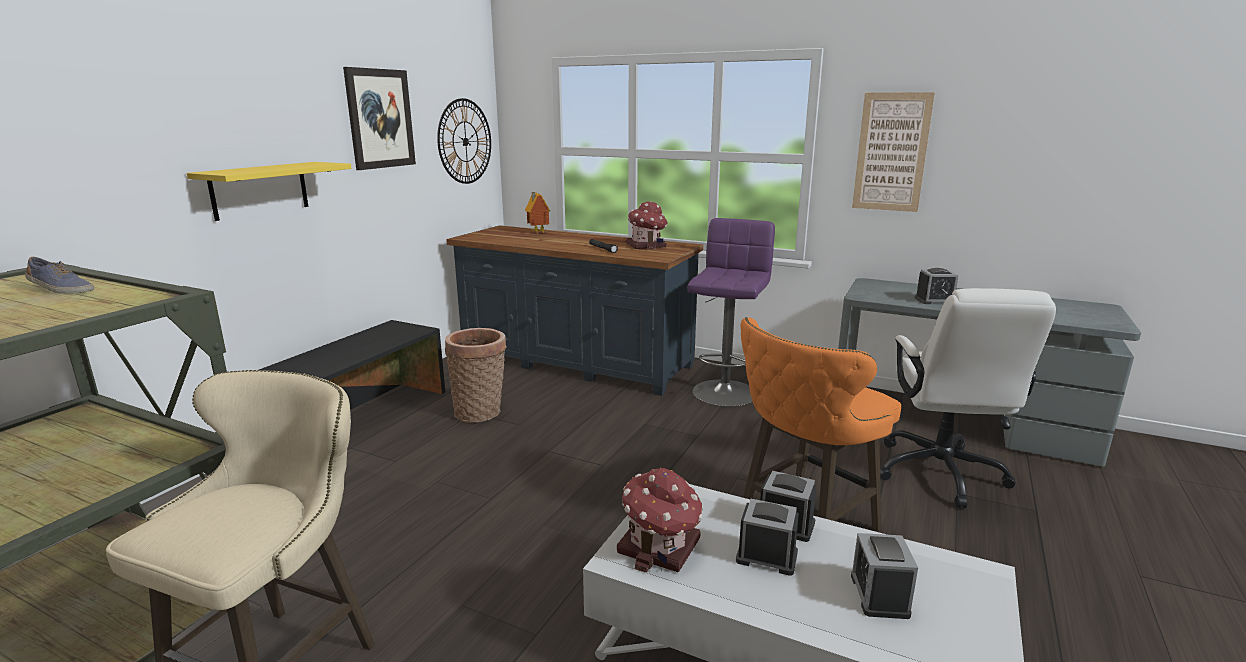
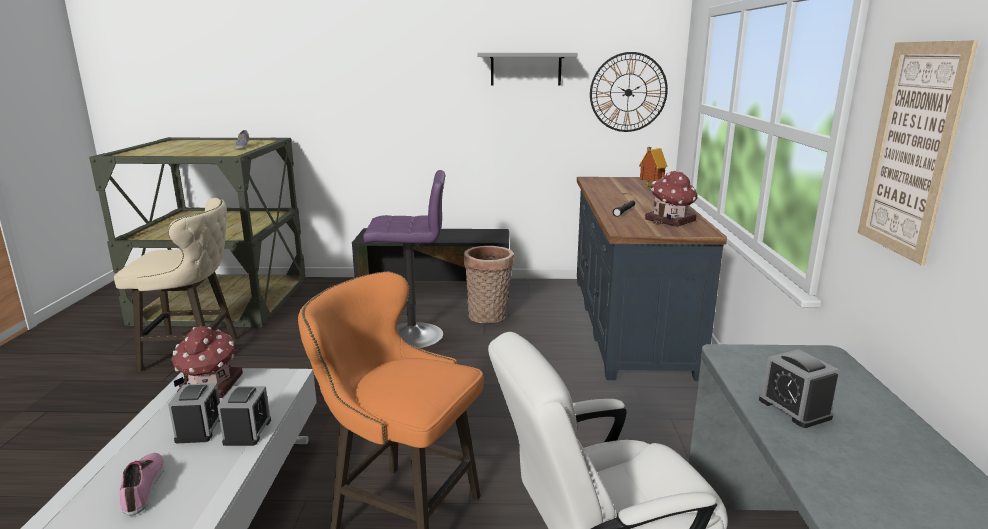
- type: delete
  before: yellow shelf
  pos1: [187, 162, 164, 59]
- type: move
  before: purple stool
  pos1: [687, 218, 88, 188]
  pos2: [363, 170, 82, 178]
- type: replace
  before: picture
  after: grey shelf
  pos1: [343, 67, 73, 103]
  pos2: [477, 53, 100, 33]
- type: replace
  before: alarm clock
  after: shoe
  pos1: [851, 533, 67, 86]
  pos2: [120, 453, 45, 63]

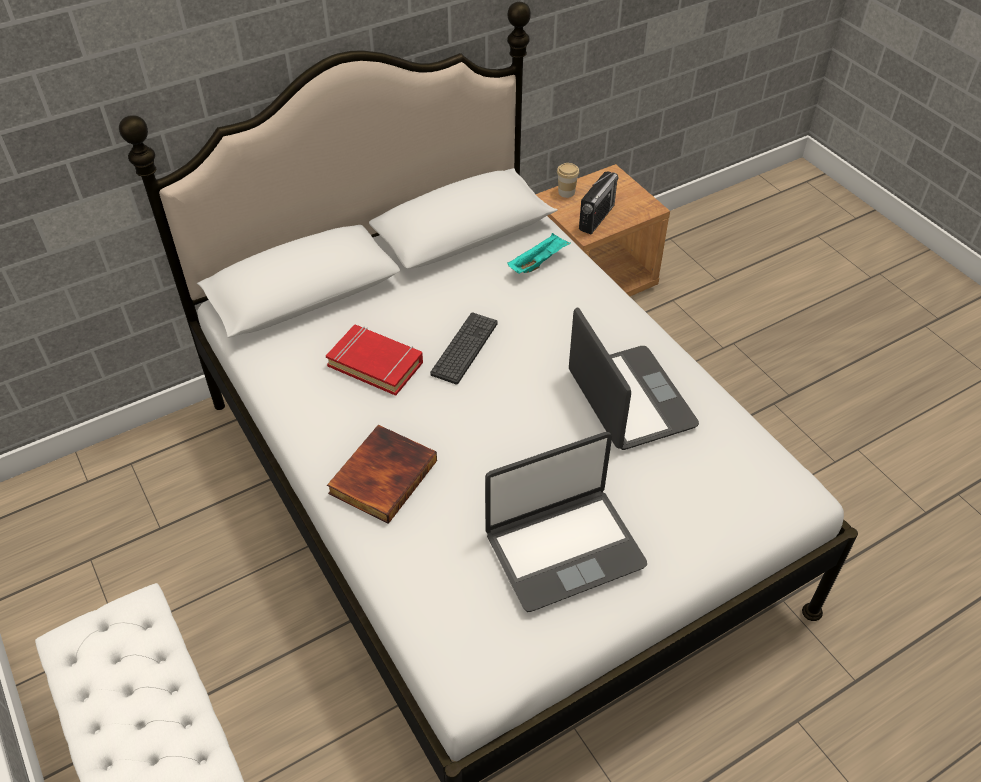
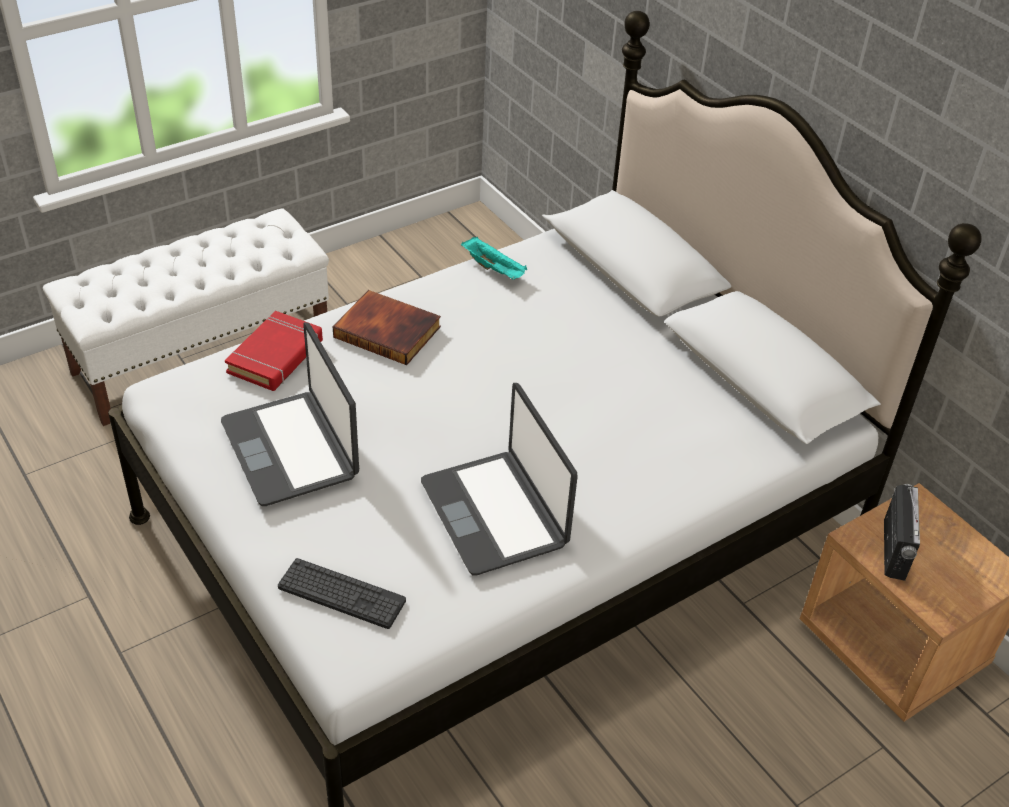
- type: delete
  before: cup
  pos1: [557, 163, 22, 35]
- type: move
  before: red book
  pos1: [326, 325, 97, 71]
  pos2: [225, 311, 98, 80]
- type: move
  before: keyboard
  pos1: [430, 312, 68, 73]
  pos2: [278, 558, 128, 71]
- type: move
  before: turquoise tray
  pos1: [507, 233, 64, 41]
  pos2: [461, 237, 66, 43]
- type: rotate
  before: laptop
  pos1: [569, 307, 130, 143]
  pos2: [421, 383, 157, 193]
  turn: 90
- type: rotate
  before: radio
  pos1: [579, 171, 40, 63]
  pos2: [884, 484, 36, 97]
  turn: -105

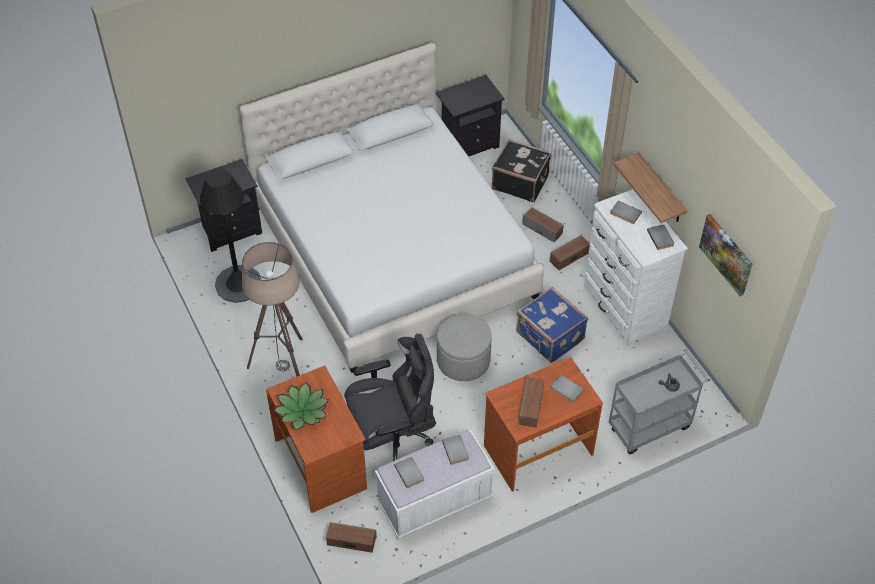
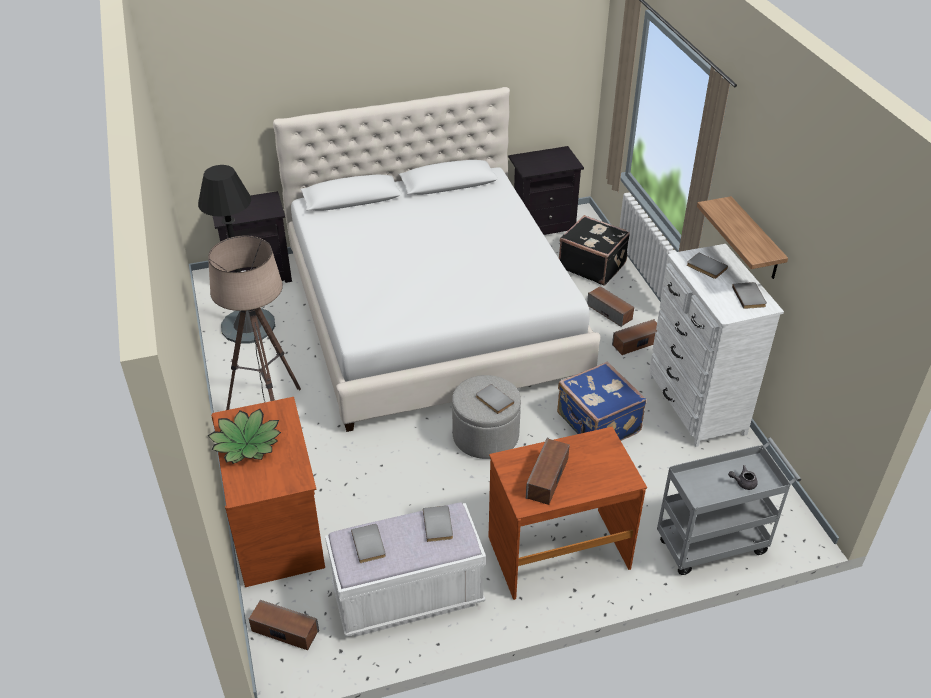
- type: delete
  before: black office chair
  pos1: [344, 333, 92, 128]
- type: delete
  before: picture
  pos1: [699, 214, 54, 82]
- type: move
  before: grey book
  pos1: [550, 375, 34, 28]
  pos2: [476, 384, 38, 30]

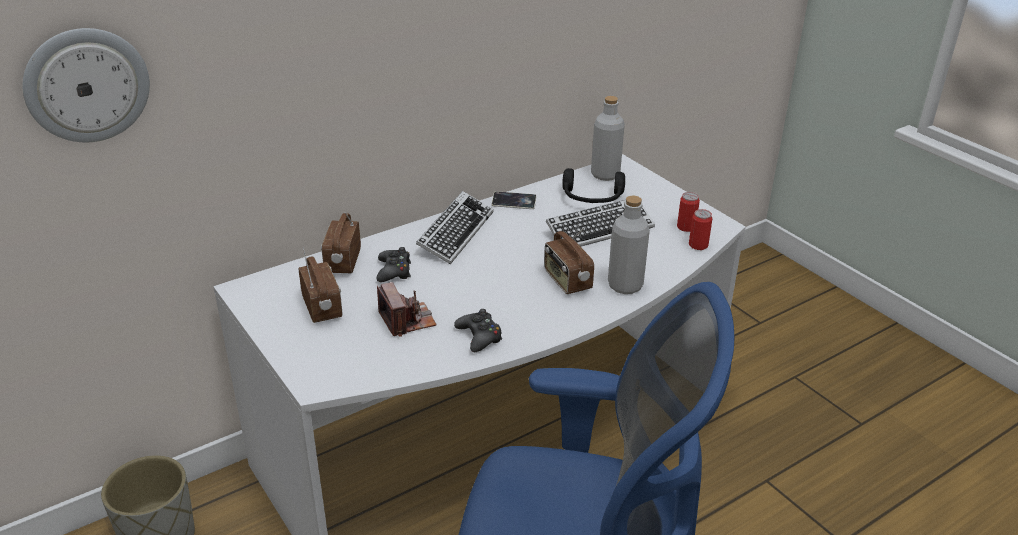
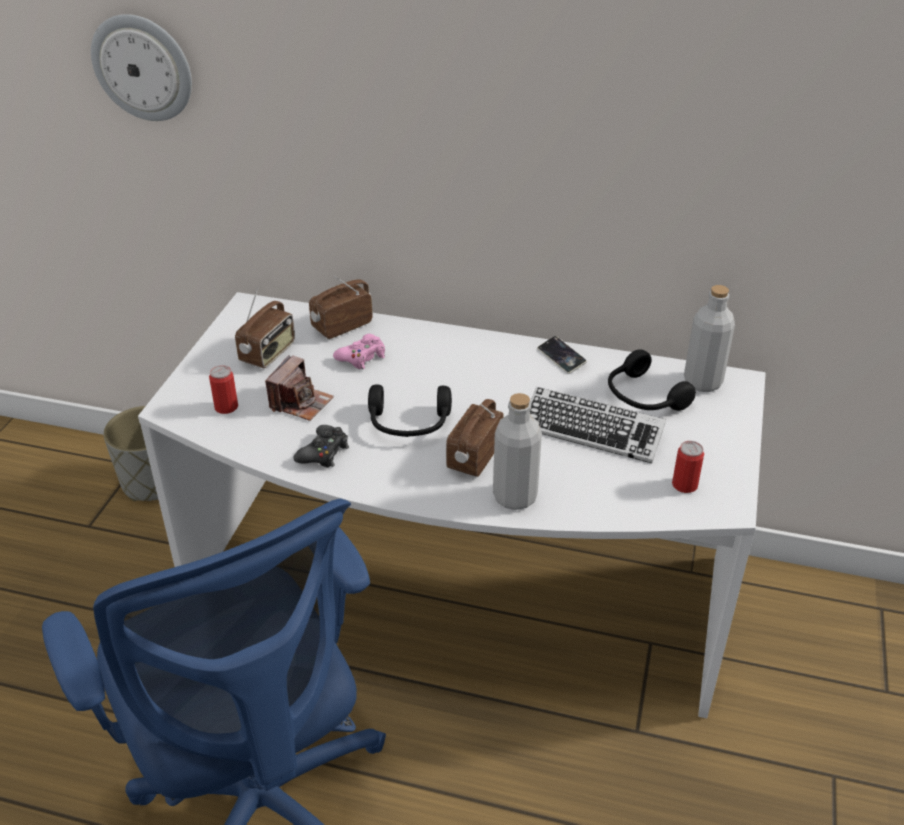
- type: delete
  before: keyboard
  pos1: [416, 191, 77, 73]
- type: insert
  after: black headphones
  pos2: [368, 384, 84, 53]
- type: move
  before: can
  pos1: [689, 209, 23, 41]
  pos2: [209, 365, 29, 49]
- type: recolor
  before: black game controller
  after: pink game controller
  pos1: [377, 247, 34, 35]
  pos2: [333, 334, 52, 35]

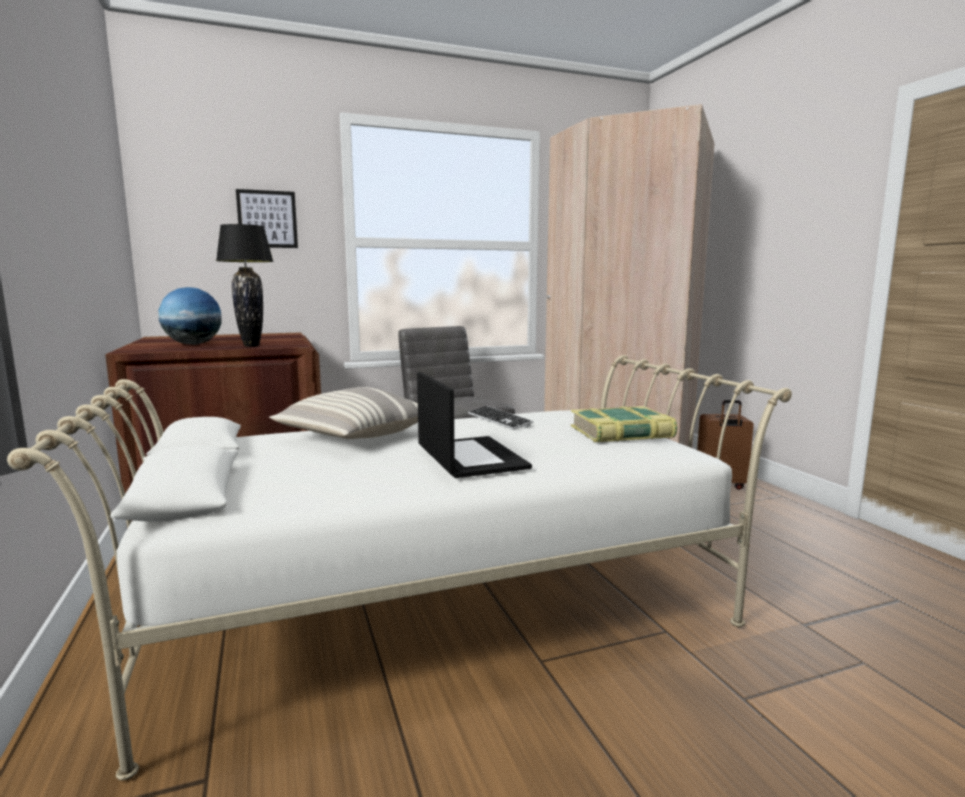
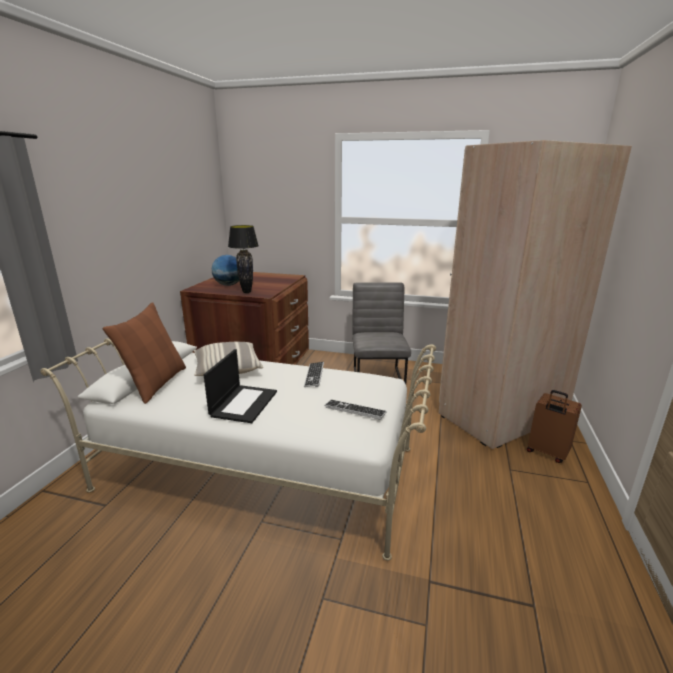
- type: delete
  before: picture
  pos1: [236, 189, 62, 59]
- type: insert
  after: brown pillow
  pos2: [103, 302, 83, 102]
- type: replace
  before: book
  after: keyboard
  pos1: [571, 406, 106, 36]
  pos2: [324, 400, 63, 20]

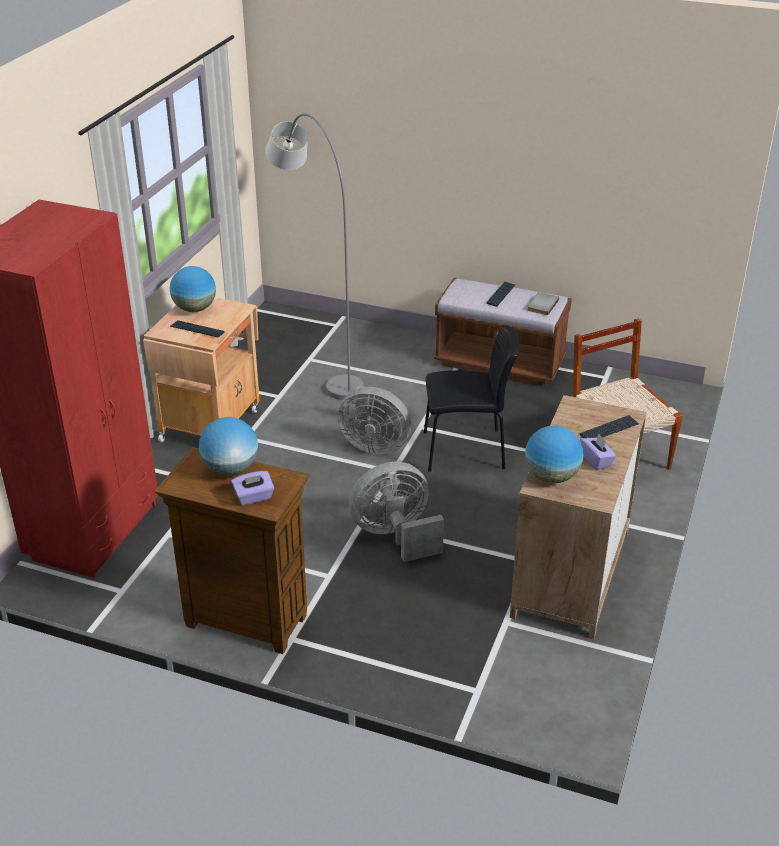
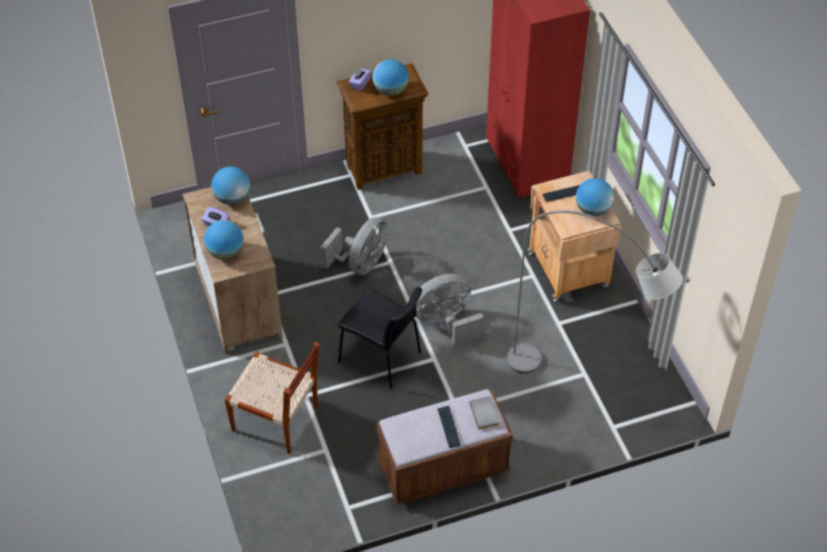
- type: move
  before: grey book
  pos1: [527, 292, 32, 23]
  pos2: [469, 397, 30, 33]
- type: replace
  before: keyboard
  after: globe
  pos1: [580, 415, 59, 23]
  pos2: [204, 220, 40, 40]
- type: rotate
  before: black chair
  pos1: [424, 325, 96, 147]
  pos2: [337, 287, 85, 102]
  turn: -105

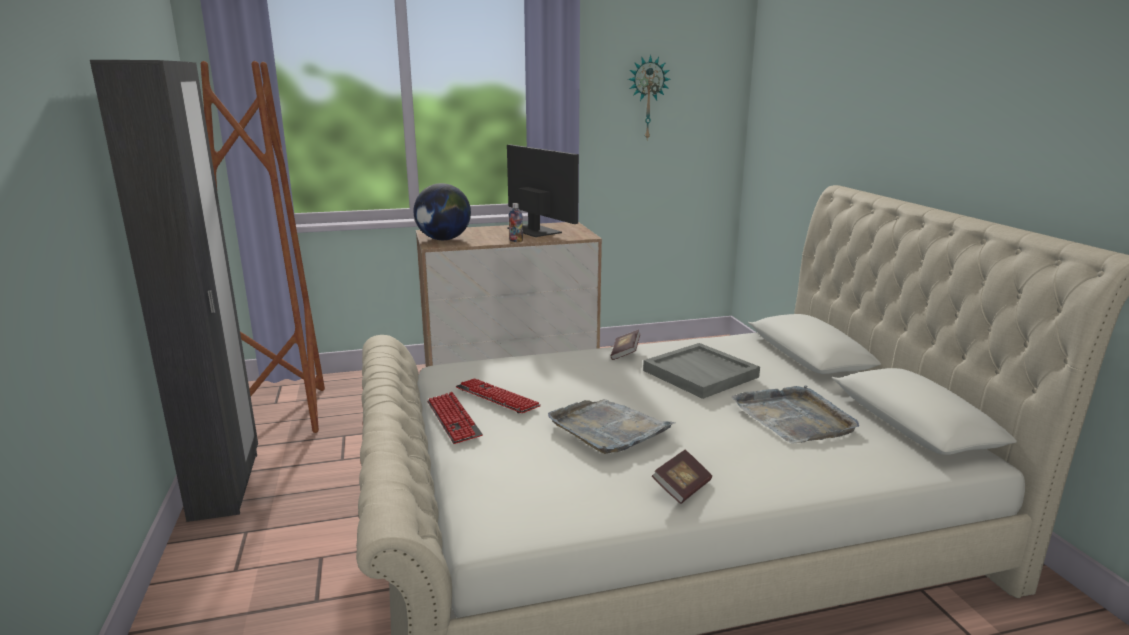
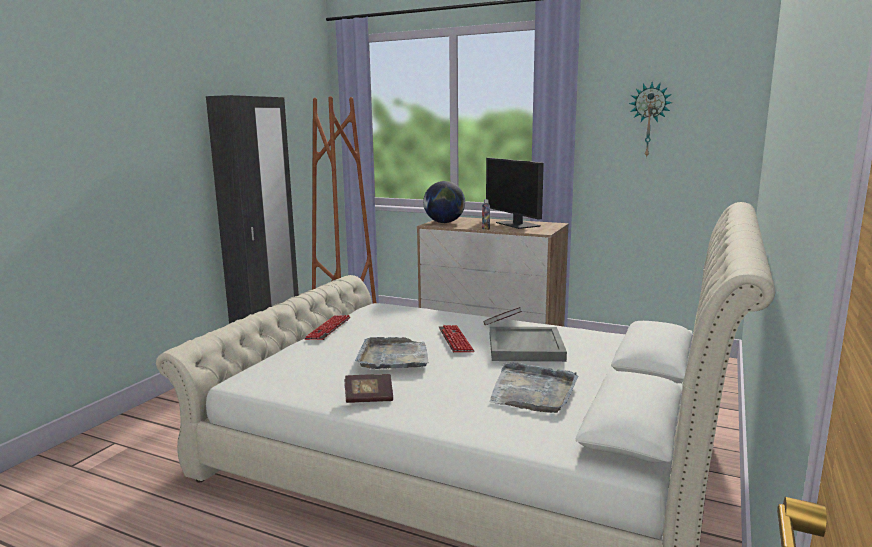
- type: move
  before: keyboard
  pos1: [456, 378, 85, 36]
  pos2: [438, 325, 37, 27]
- type: rotate
  before: monitor
  pos1: [507, 144, 72, 93]
  pos2: [486, 158, 58, 71]
  turn: 150

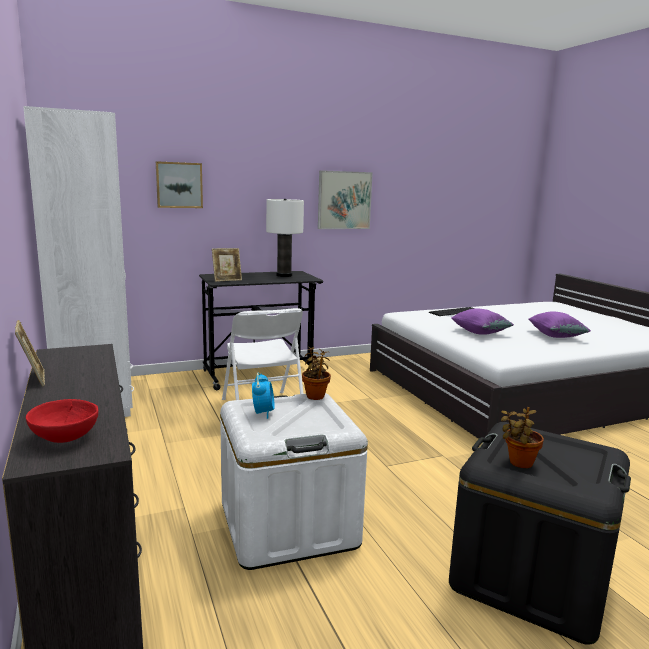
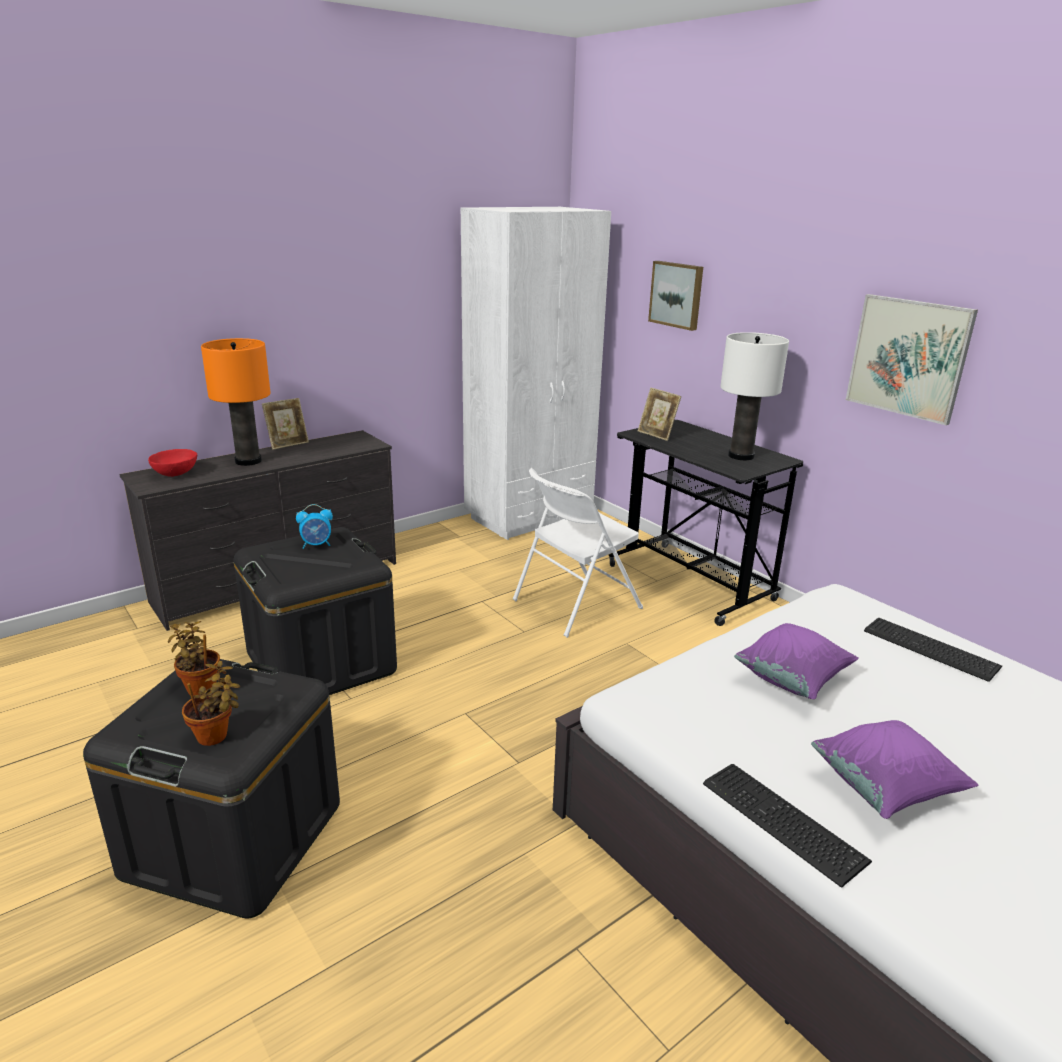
- type: insert
  after: orange table lamp
  pos2: [201, 338, 70, 128]
- type: insert
  after: keyboard
  pos2: [703, 764, 169, 124]
- type: move
  before: potted plant
  pos1: [302, 346, 29, 54]
  pos2: [182, 661, 58, 85]
- type: recolor
  before: white storage box
  after: black storage box
  pos1: [220, 393, 148, 177]
  pos2: [234, 527, 163, 168]

